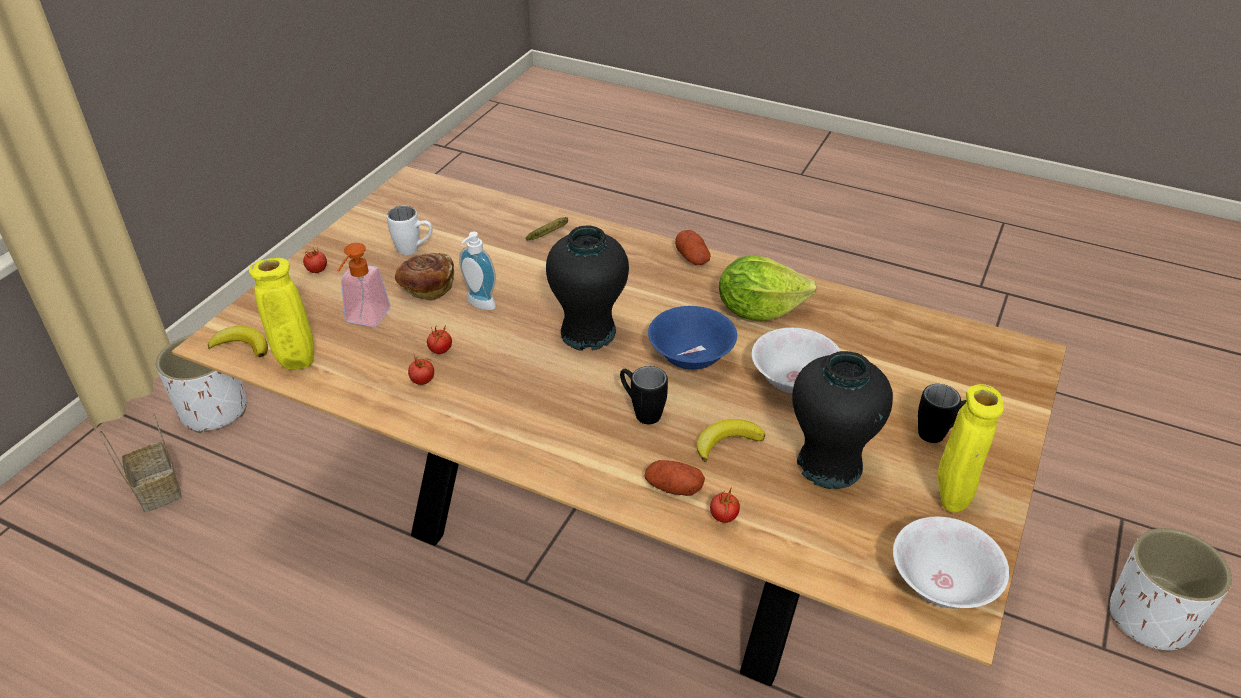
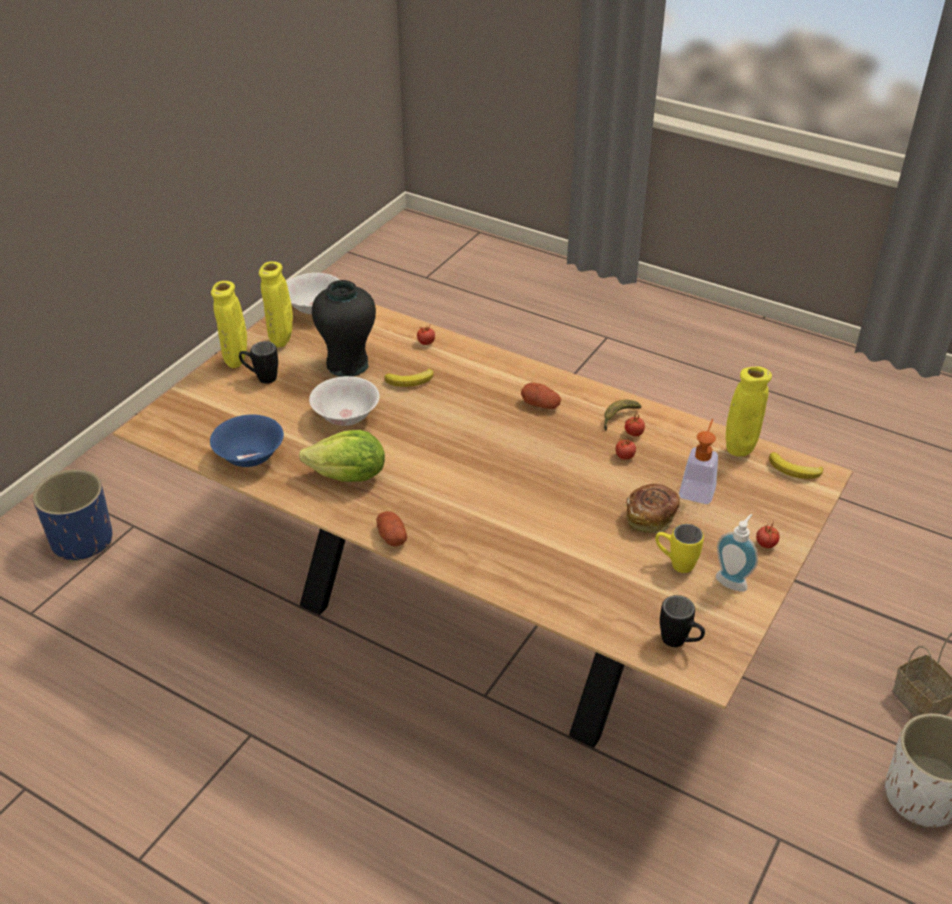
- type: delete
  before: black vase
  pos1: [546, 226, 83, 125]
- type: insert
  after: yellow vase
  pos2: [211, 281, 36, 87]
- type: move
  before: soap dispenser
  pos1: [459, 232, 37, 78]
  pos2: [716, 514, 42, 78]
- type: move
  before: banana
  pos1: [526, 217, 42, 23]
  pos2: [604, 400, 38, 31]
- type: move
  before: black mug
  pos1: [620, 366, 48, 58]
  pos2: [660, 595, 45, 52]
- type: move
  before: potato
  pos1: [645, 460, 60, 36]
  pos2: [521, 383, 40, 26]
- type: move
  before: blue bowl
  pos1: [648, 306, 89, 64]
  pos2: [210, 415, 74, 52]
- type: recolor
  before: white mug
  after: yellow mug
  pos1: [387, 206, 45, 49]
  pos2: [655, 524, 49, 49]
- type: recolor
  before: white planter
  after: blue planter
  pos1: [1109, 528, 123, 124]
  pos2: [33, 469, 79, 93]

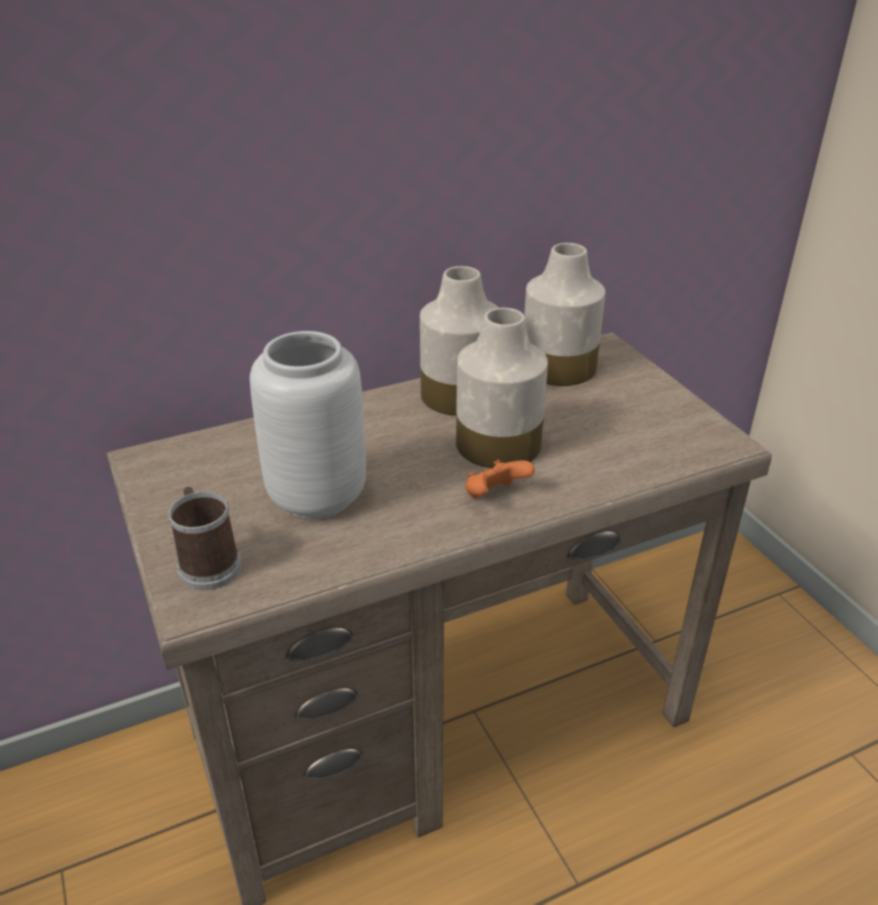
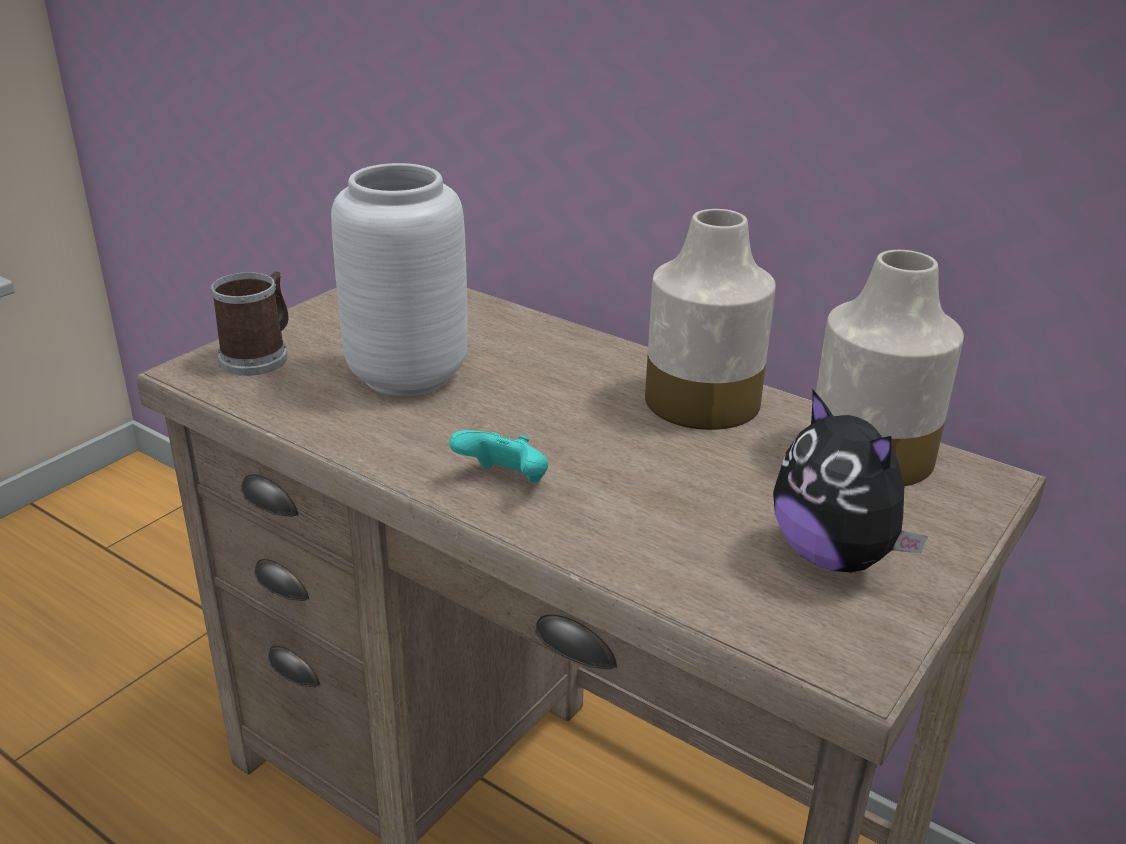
- type: delete
  before: beige vase
  pos1: [456, 308, 92, 160]
- type: insert
  after: plush toy
  pos2: [773, 389, 155, 184]
- type: recolor
  before: orange game controller
  after: turquoise game controller
  pos1: [465, 460, 70, 38]
  pos2: [449, 430, 99, 53]

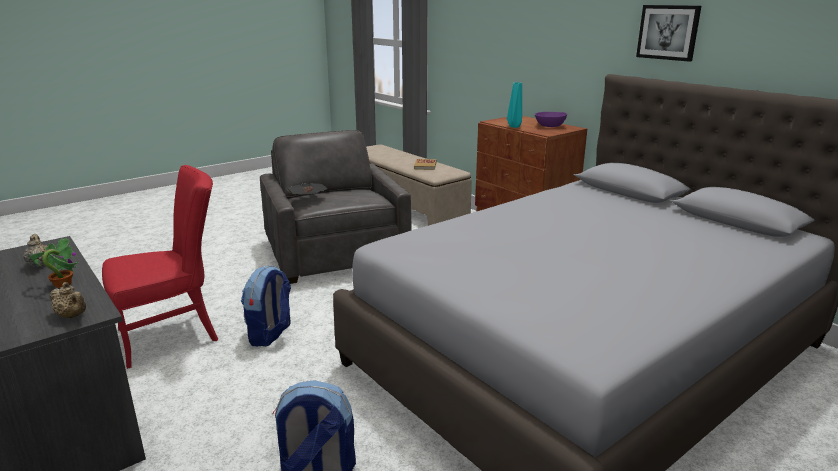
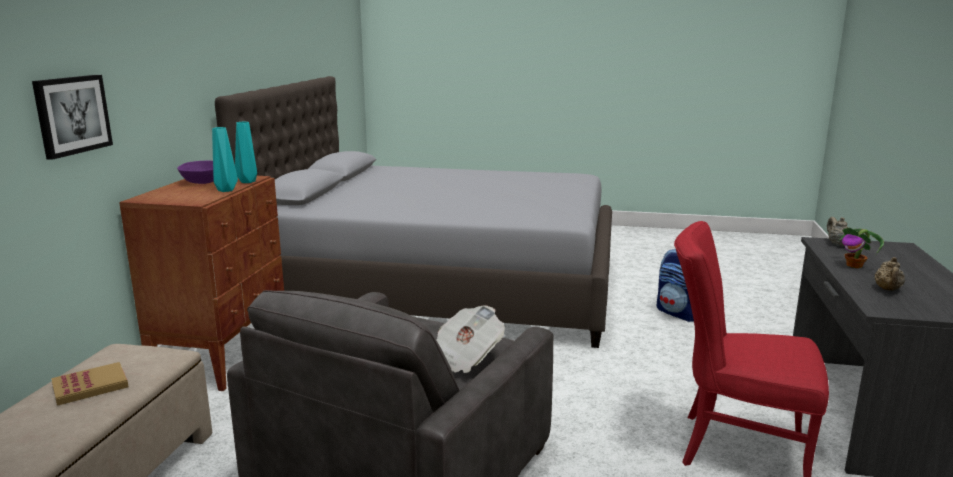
- type: delete
  before: backpack
  pos1: [241, 266, 50, 80]
- type: insert
  after: turquoise vase
  pos2: [235, 121, 22, 62]
- type: move
  before: picture
  pos1: [636, 5, 65, 57]
  pos2: [32, 75, 81, 85]

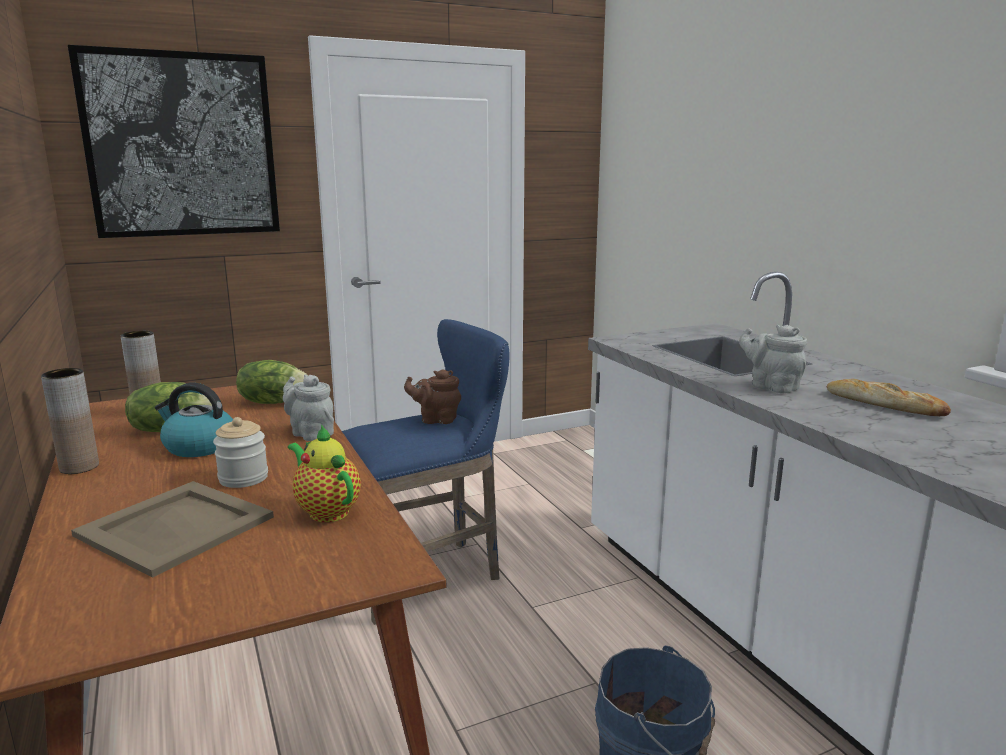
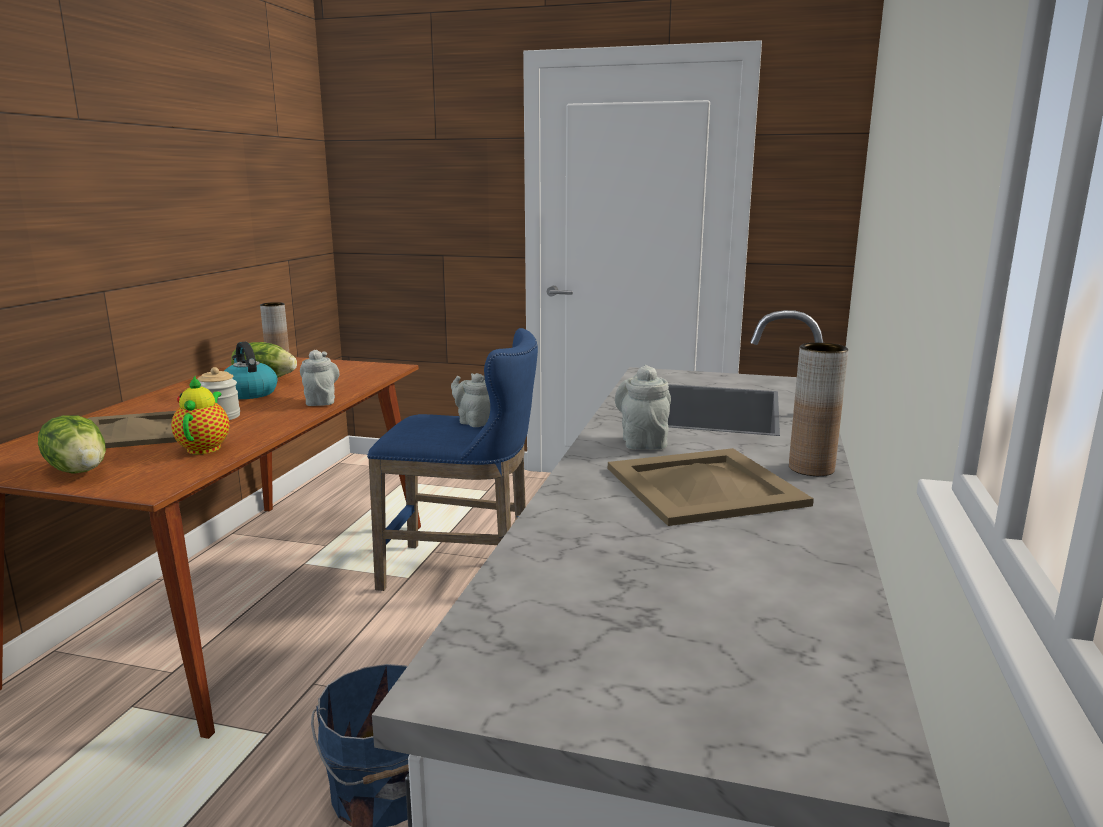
- type: delete
  before: picture
  pos1: [68, 45, 212, 193]
- type: move
  before: brown vase
  pos1: [41, 368, 58, 106]
  pos2: [789, 343, 59, 133]
- type: move
  before: lettuce
  pos1: [236, 360, 73, 44]
  pos2: [38, 415, 68, 59]
- type: replace
  before: bread
  after: beige tray
  pos1: [827, 379, 124, 37]
  pos2: [608, 448, 206, 78]
- type: recolor
  before: brown teapot
  after: grey teapot
  pos1: [404, 369, 57, 55]
  pos2: [451, 373, 39, 54]

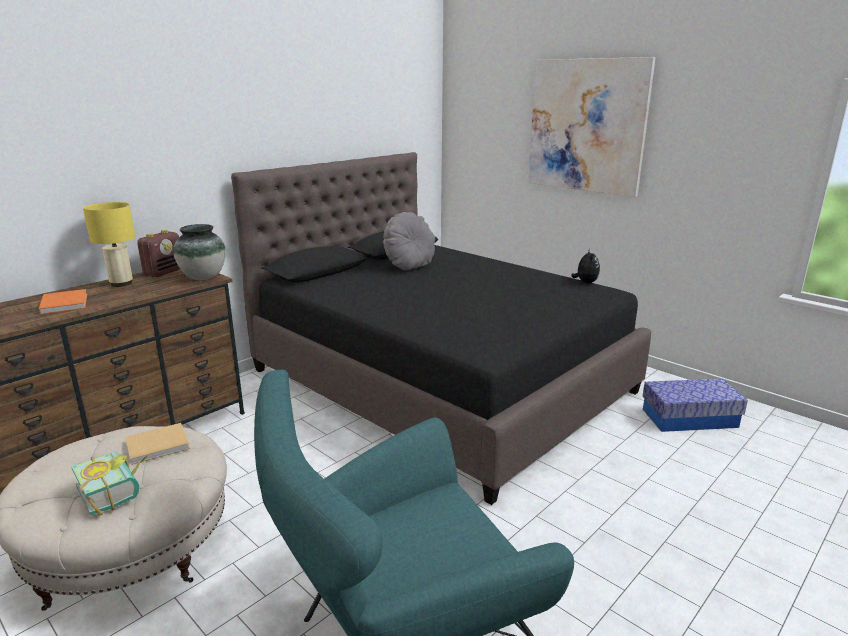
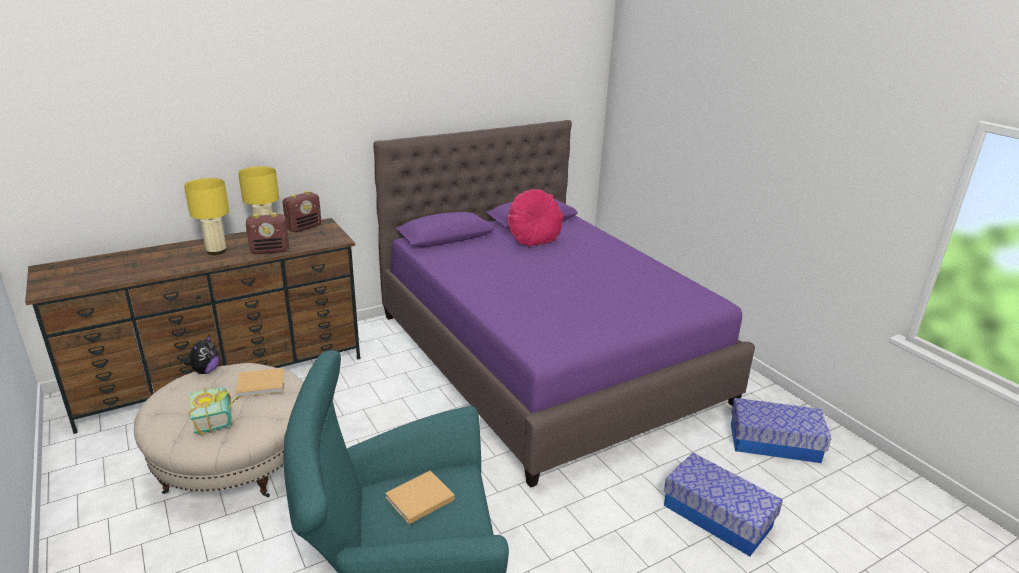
- type: delete
  before: vase
  pos1: [173, 224, 53, 56]
- type: delete
  before: picture
  pos1: [528, 57, 128, 140]
- type: insert
  after: radio
  pos2: [246, 213, 43, 41]
- type: insert
  after: beige book
  pos2: [385, 471, 70, 53]
- type: insert
  after: storage box
  pos2: [664, 453, 119, 103]
- type: move
  before: plush toy
  pos1: [571, 249, 29, 34]
  pos2: [184, 334, 36, 40]
- type: replace
  before: orange book
  after: yellow table lamp
  pos1: [38, 289, 49, 25]
  pos2: [184, 178, 45, 77]
- type: recolor
  before: black bed
  after: purple bed
  pos1: [231, 152, 420, 353]
  pos2: [373, 120, 382, 368]
- type: recolor
  before: grey pillow
  after: pink pillow
  pos1: [383, 212, 52, 58]
  pos2: [507, 189, 56, 57]

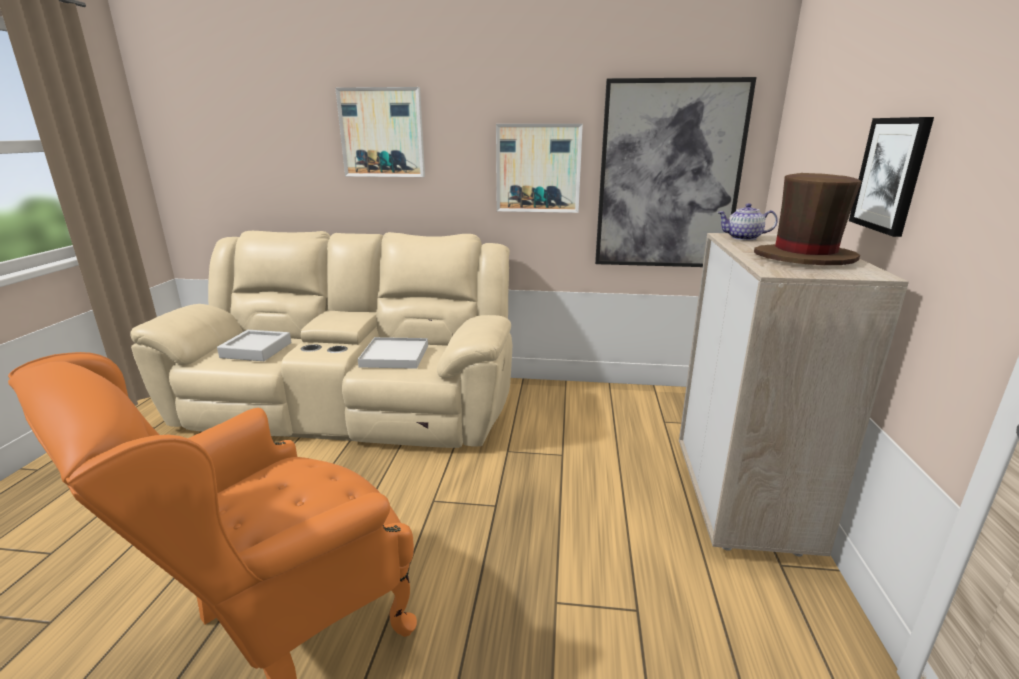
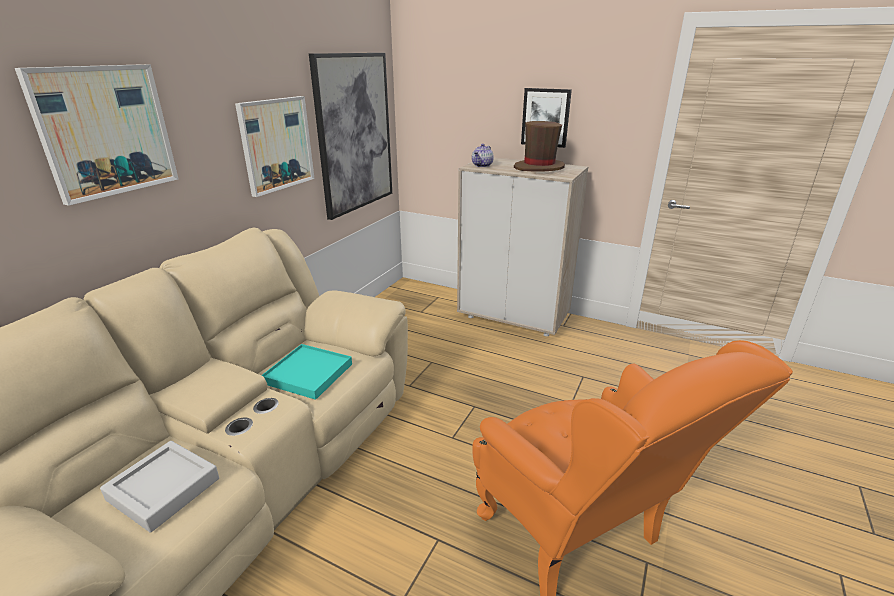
- type: recolor
  before: white tray
  after: turquoise tray
  pos1: [358, 337, 70, 32]
  pos2: [261, 344, 91, 56]

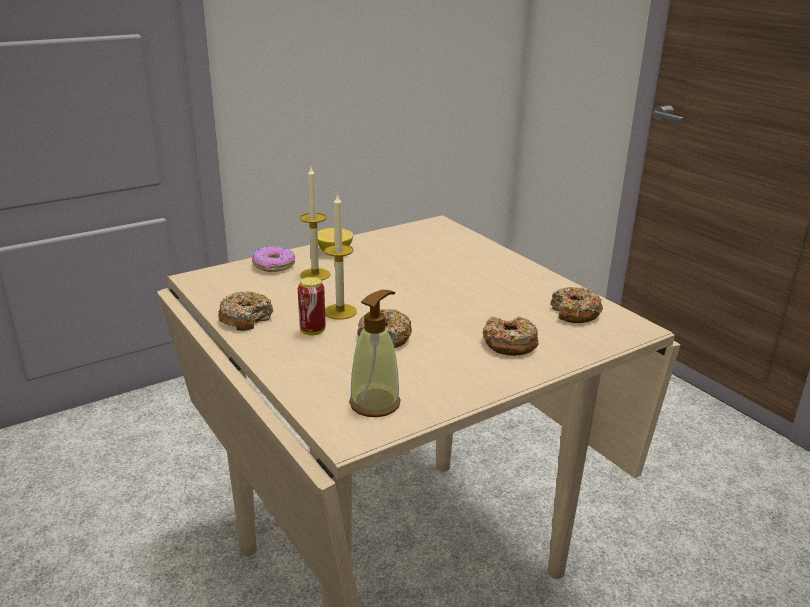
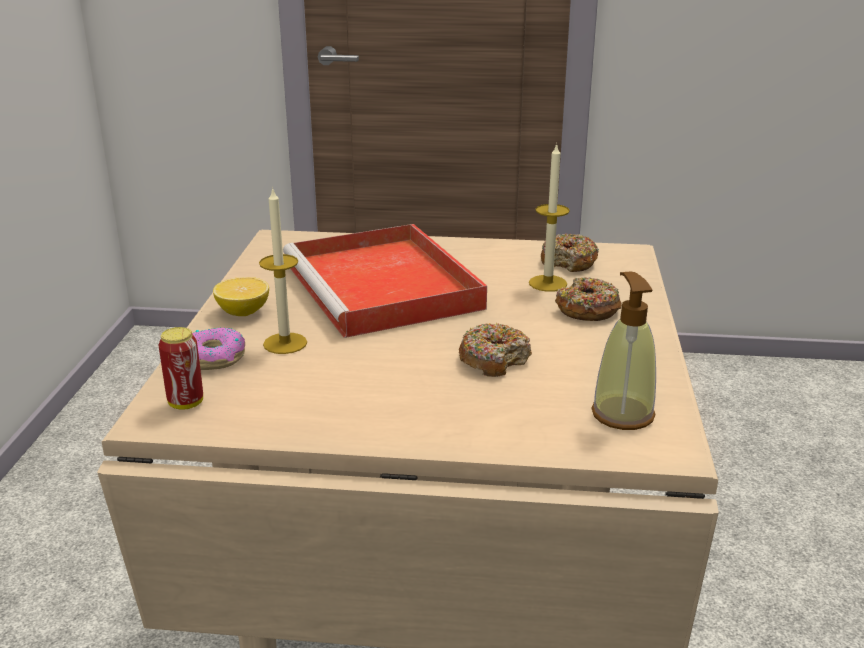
- type: delete
  before: donut
  pos1: [218, 291, 55, 40]
- type: insert
  after: red tray
  pos2: [283, 224, 204, 114]
- type: move
  before: can
  pos1: [298, 277, 27, 58]
  pos2: [159, 327, 44, 83]
- type: move
  before: candle
  pos1: [324, 193, 33, 127]
  pos2: [529, 143, 41, 149]

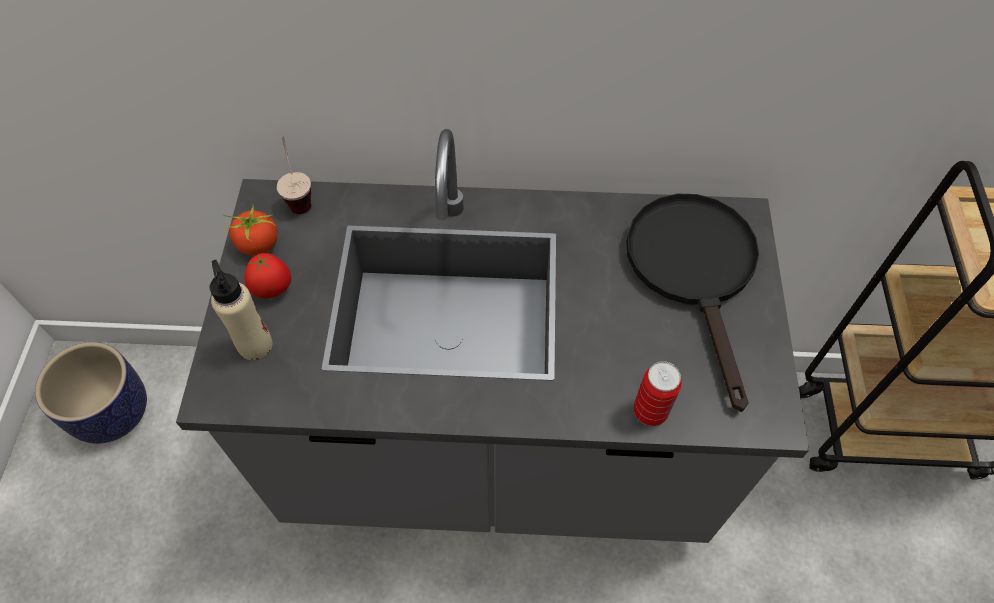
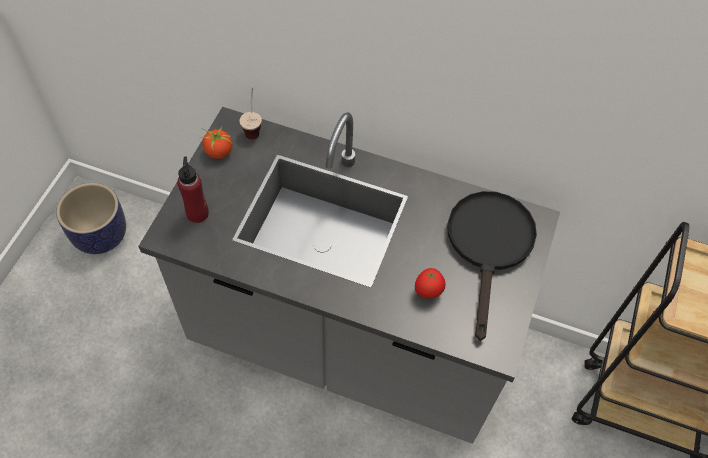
- type: delete
  before: can
  pos1: [634, 361, 48, 65]
- type: move
  before: tomato
  pos1: [244, 253, 47, 45]
  pos2: [415, 268, 31, 30]
- type: recolor
  before: beige bottle
  after: red bottle
  pos1: [210, 260, 63, 100]
  pos2: [177, 156, 32, 67]

